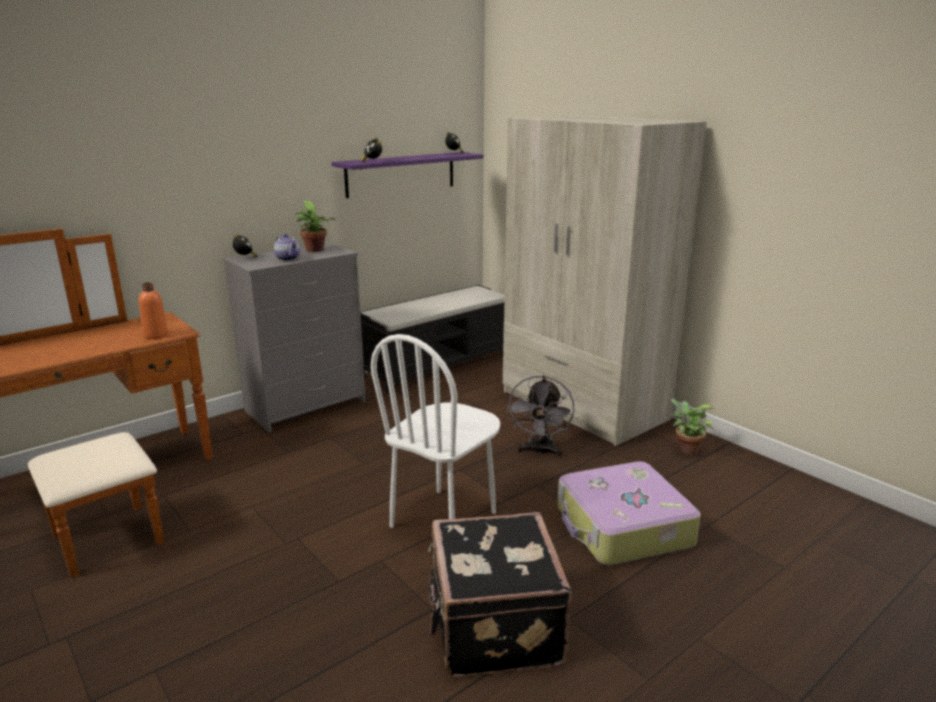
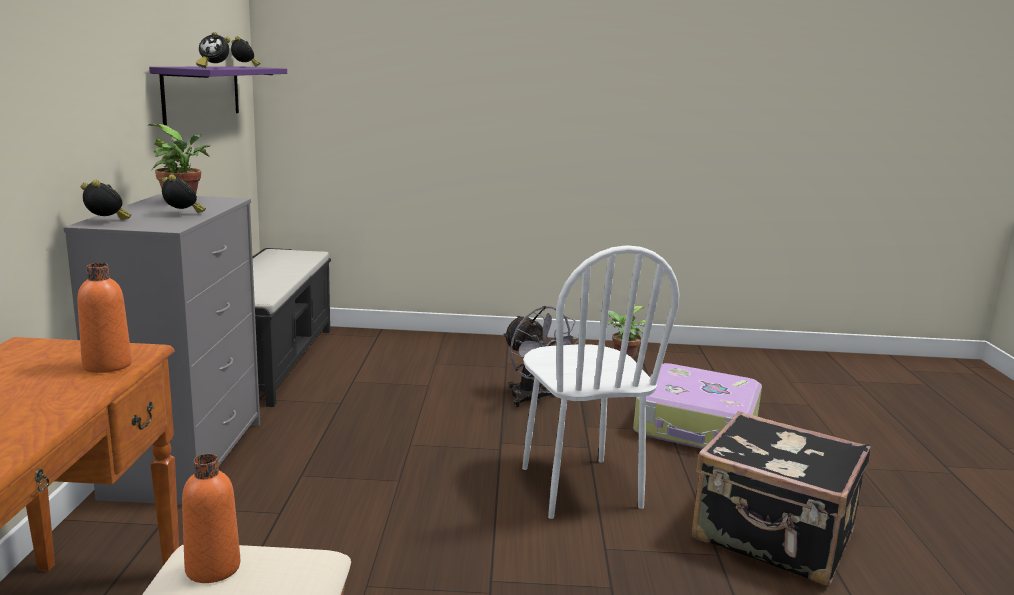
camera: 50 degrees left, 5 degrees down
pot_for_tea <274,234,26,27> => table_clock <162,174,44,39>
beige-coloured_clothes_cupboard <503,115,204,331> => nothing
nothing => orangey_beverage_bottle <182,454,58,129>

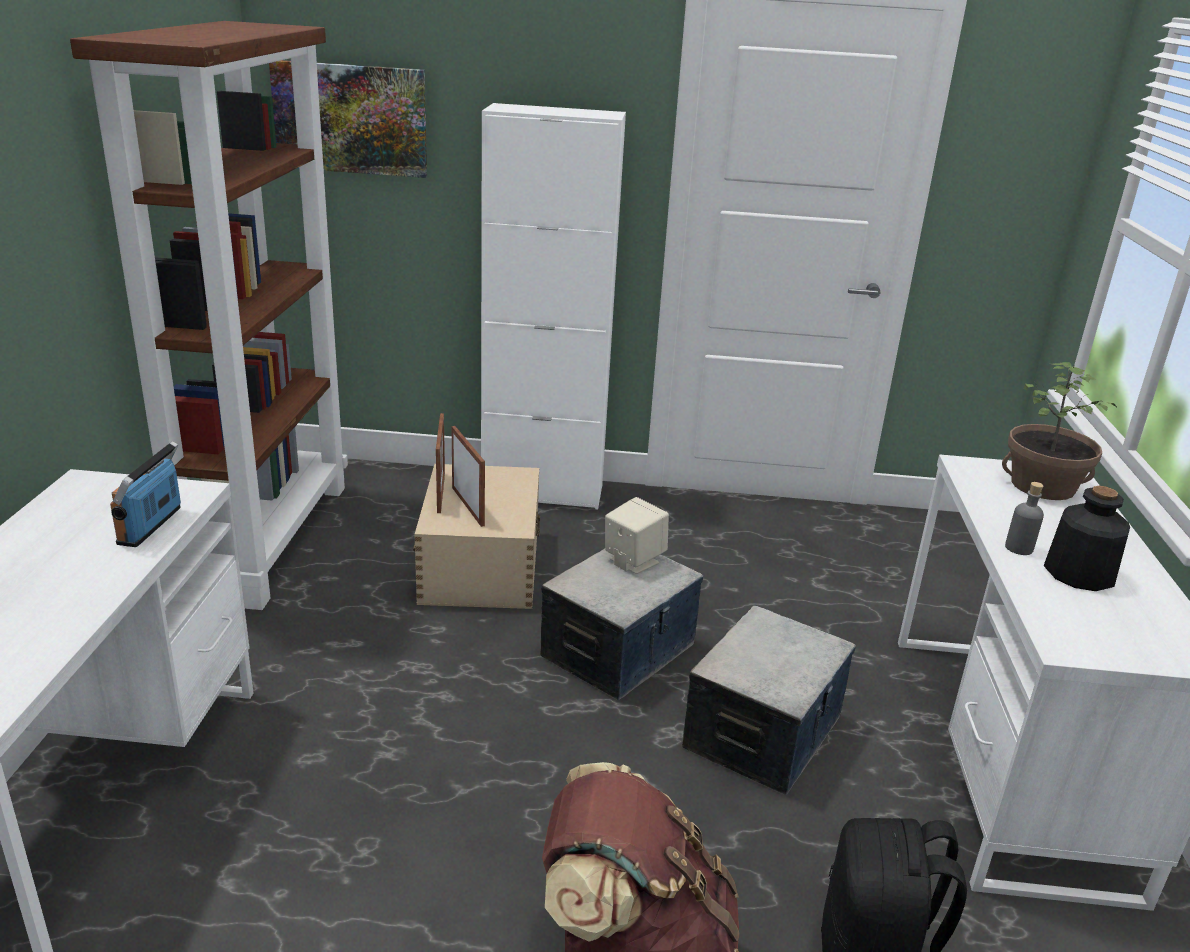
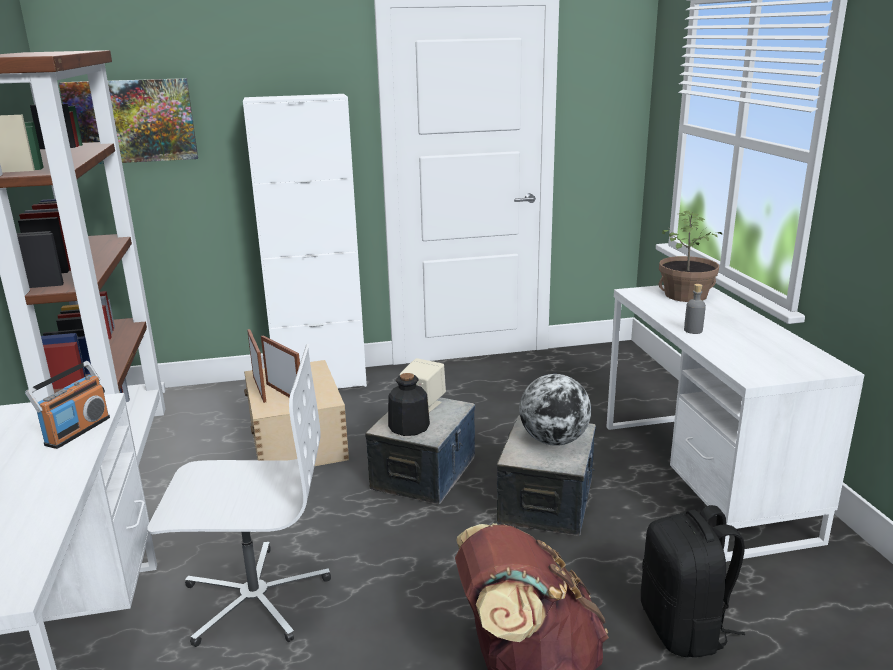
camera: 15 degrees left, 5 degrees down
radio <110,441,71,106> => radio <25,361,85,88>, 150 degrees counterclockwise
beverage_bottle <1044,486,86,105> => beverage_bottle <388,373,42,63>, move
nothing => white-coloured_office_chair <147,344,184,303>
nothing => world_globe <520,374,71,72>

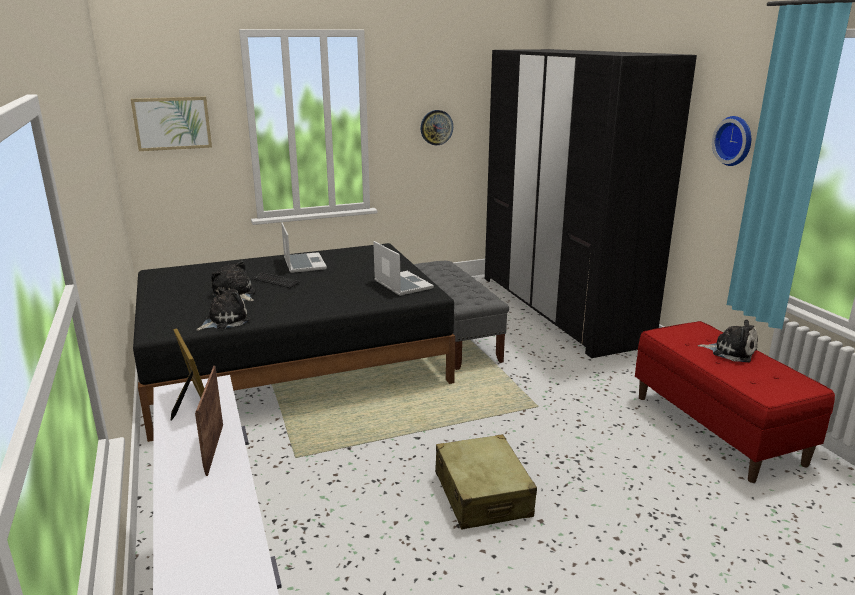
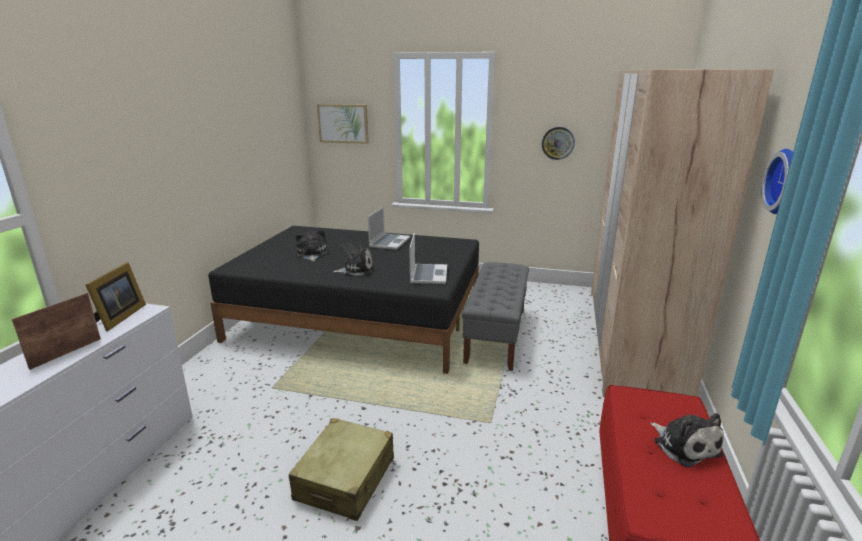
camera: 35 degrees right, 0 degrees up
plush_toy <196,287,54,44> => plush_toy <333,245,39,31>, move
black-coloured_clothes_cupboard <485,49,212,309> => beige-coloured_clothes_cupboard <591,69,183,328>

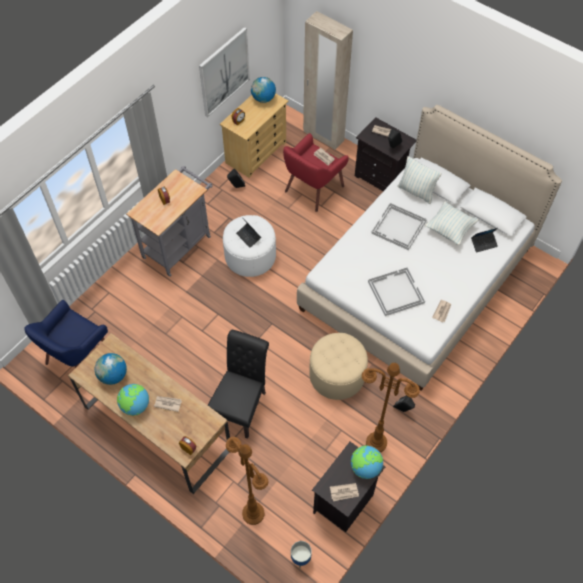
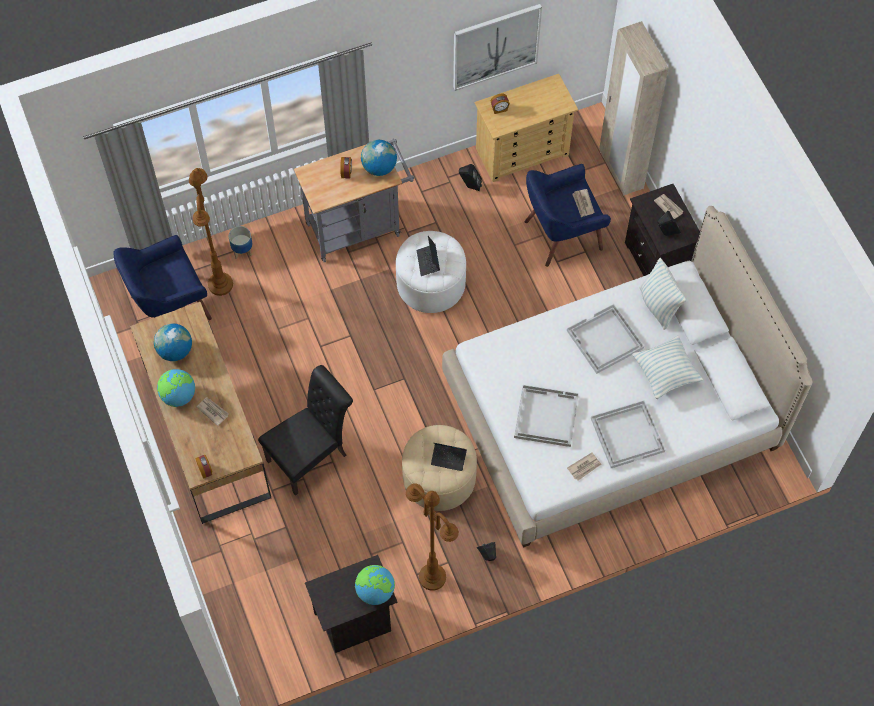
camera: 30 degrees right, 5 degrees up
brownish_floor_lamp <226,437,42,88> => brownish_floor_lamp <189,168,44,128>, move
world_globe <251,77,25,26> => world_globe <361,140,36,36>, move
red_armchair <283,133,66,79> => blue_armchair <525,164,86,103>
planter <291,541,21,28> => planter <229,226,23,33>, move
daily_paper <330,483,29,18> => nothing
notebook_computer <471,228,27,25> => notebook_computer <431,443,36,28>, move
nothing => white-coloured_carrying_tray <591,400,74,68>

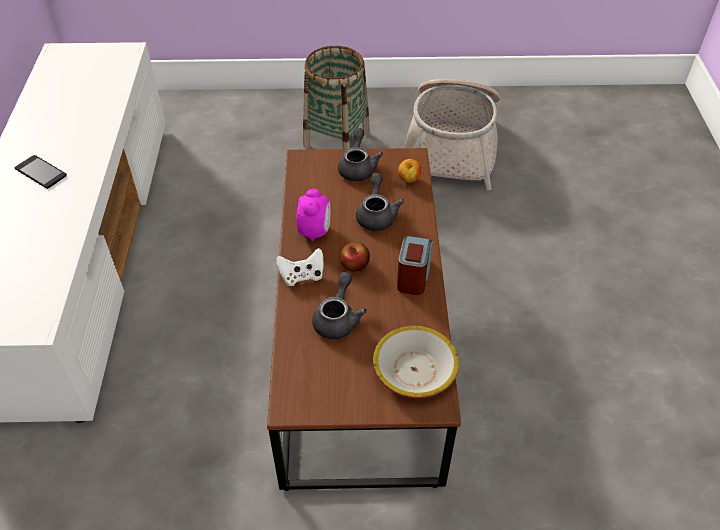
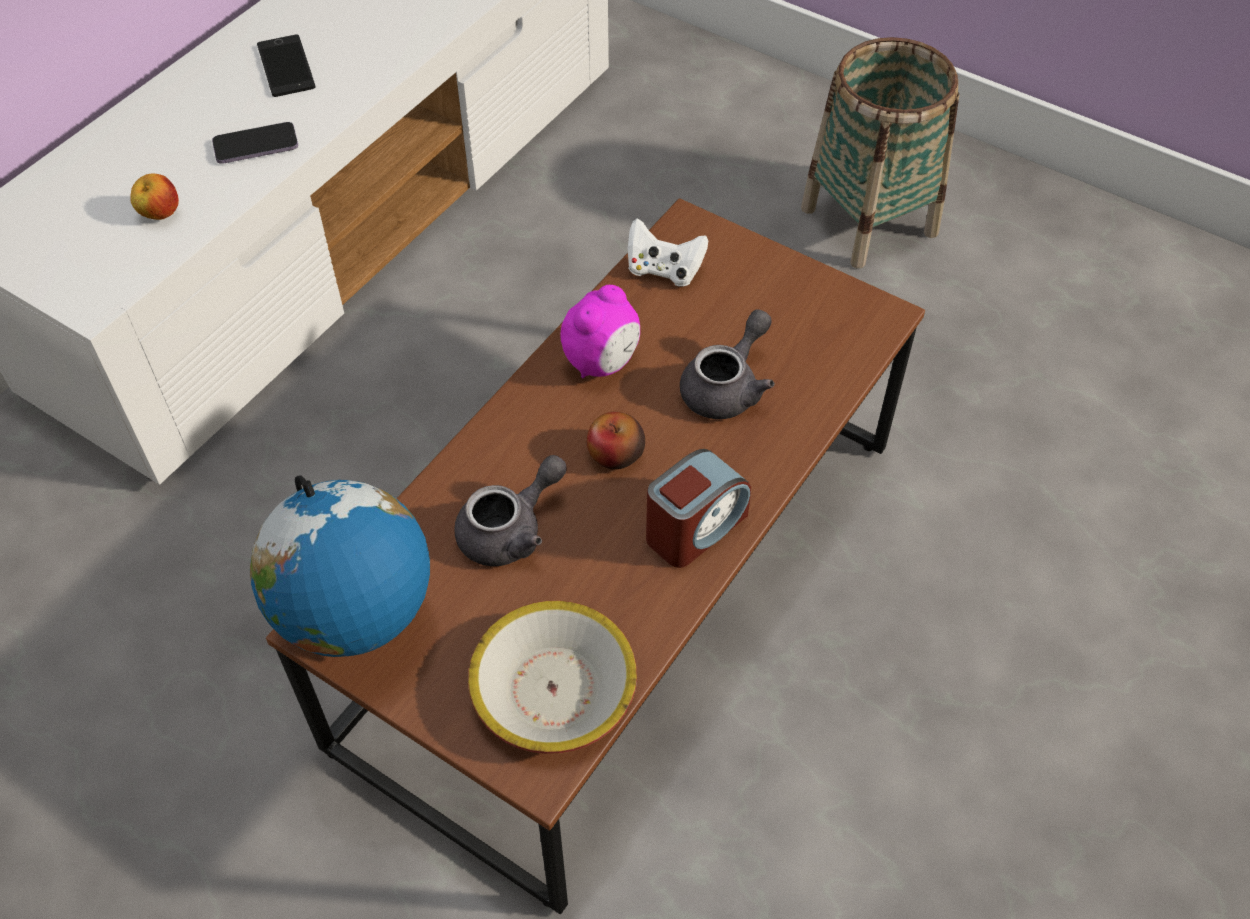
camera: 35 degrees right, 5 degrees up
white-coloured_gamepad <277,248,47,38> => white-coloured_gamepad <627,218,81,69>, move
greyish_pot_for_tea <338,128,45,53> => nothing
whole_apple <398,159,23,24> => whole_apple <130,173,49,47>, move
storage_basket <404,79,96,111> => nothing
nothing => telephone <212,122,86,42>
nothing => world_globe <250,475,180,182>

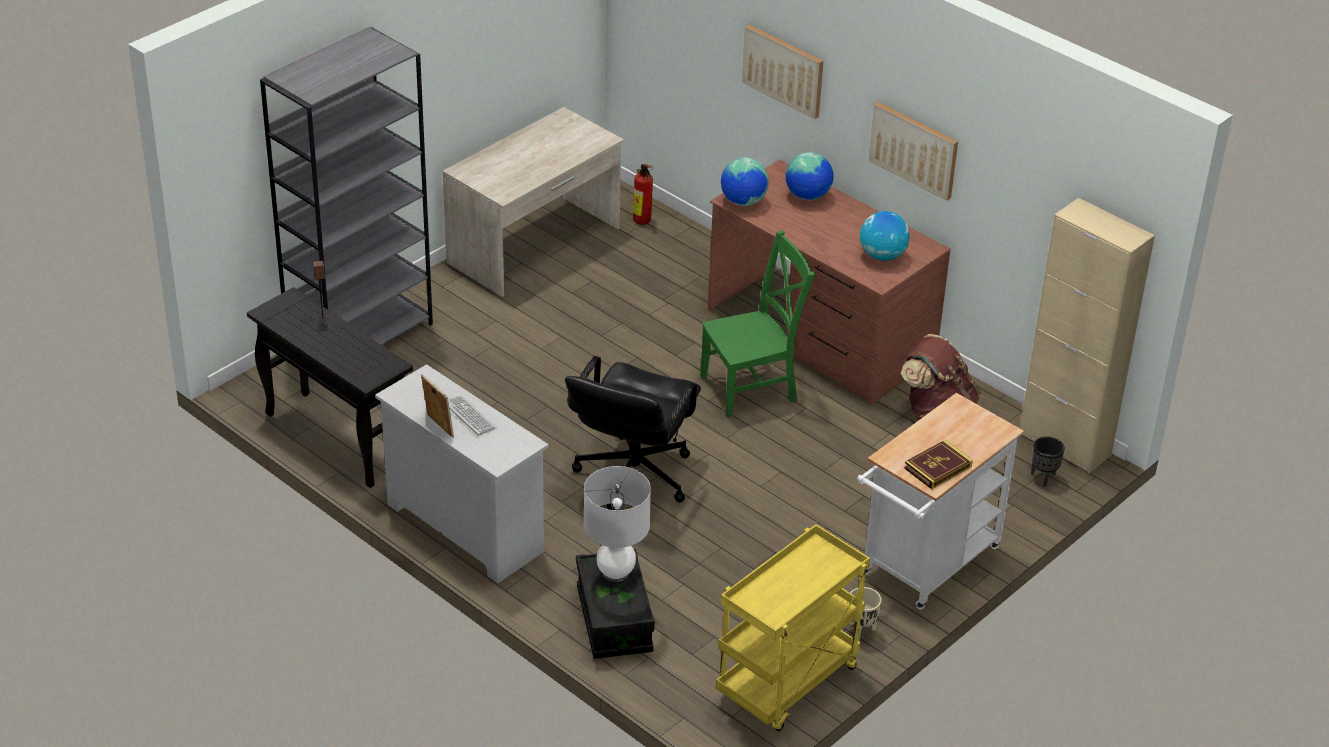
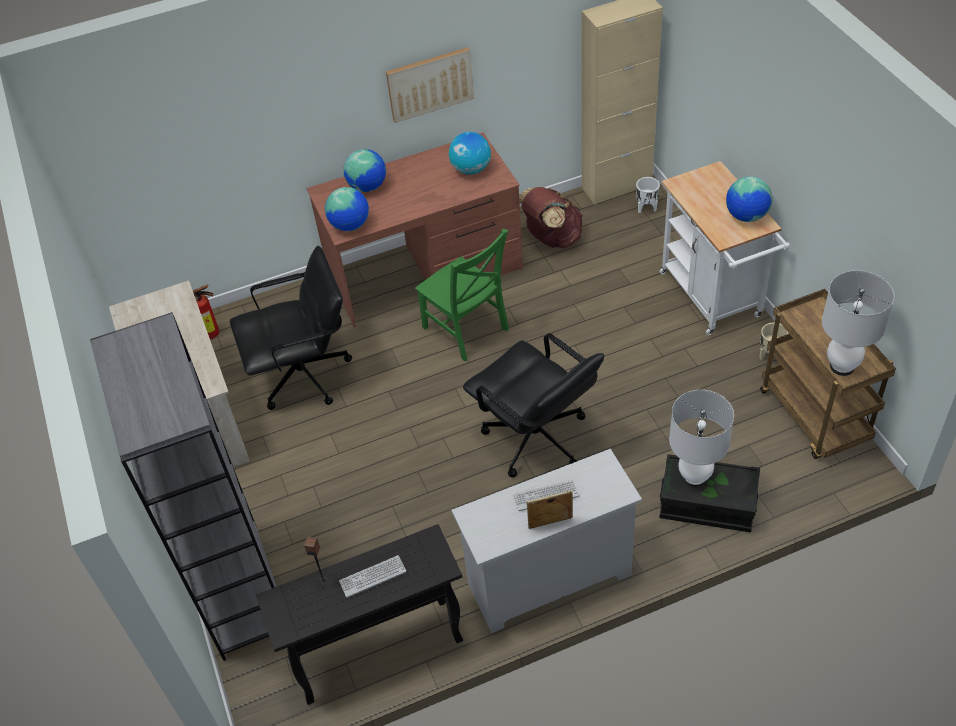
camera: 60 degrees left, 10 degrees up
greenish_chair <700,230,115,188> => greenish_chair <415,228,94,133>, 135 degrees clockwise
yellow_wheeled_cart <716,524,154,207> => brownish_wheeled_cart <760,289,136,170>
wall_picture <742,25,81,94> => nothing
volume <904,440,69,49> => world_globe <726,177,46,45>
black-coloured_planter <1031,436,34,51> => white-coloured_planter <636,177,24,36>
nothing => black-coloured_office_chair <230,246,122,164>
nothing => PC_keyboard <339,555,68,43>
nothing => white-coloured_lamp_for_a_table <822,270,72,106>

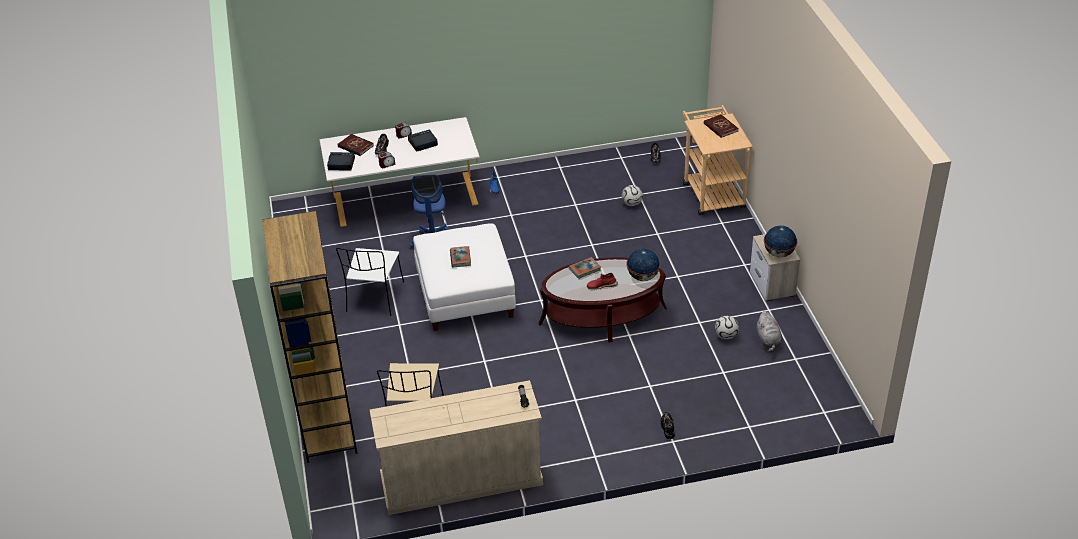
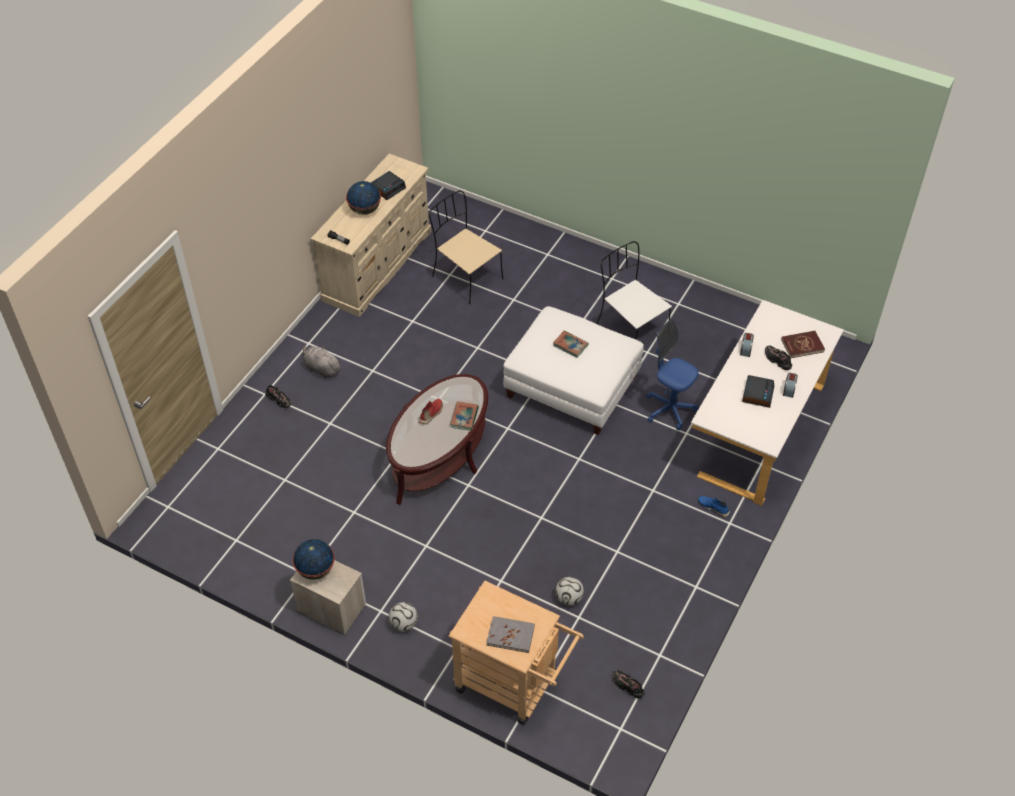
camera: 130 degrees right, 10 degrees up
brownish_bookshelf <262,211,96,252> => nothing
table_clock <327,152,28,18> => table_clock <371,171,35,29>, move
world_globe <626,249,34,32> => world_globe <346,181,35,34>, move
red_volume <704,114,35,24> => greyish_volume <487,616,48,37>
football_ball <715,316,24,24> => football_ball <389,602,29,29>, move
greyish_plush_toy <757,311,25,41> => greyish_plush_toy <303,346,39,33>, move

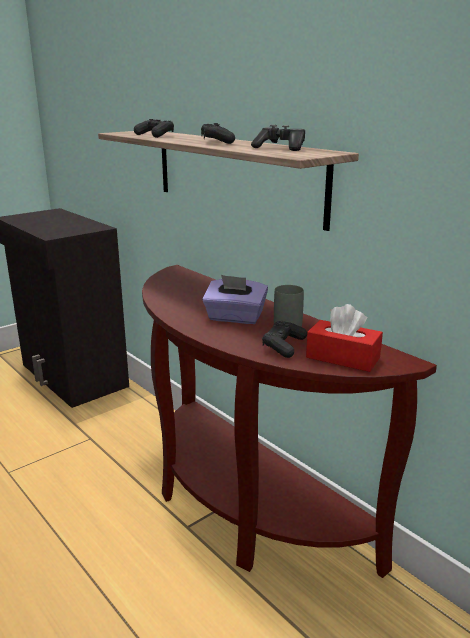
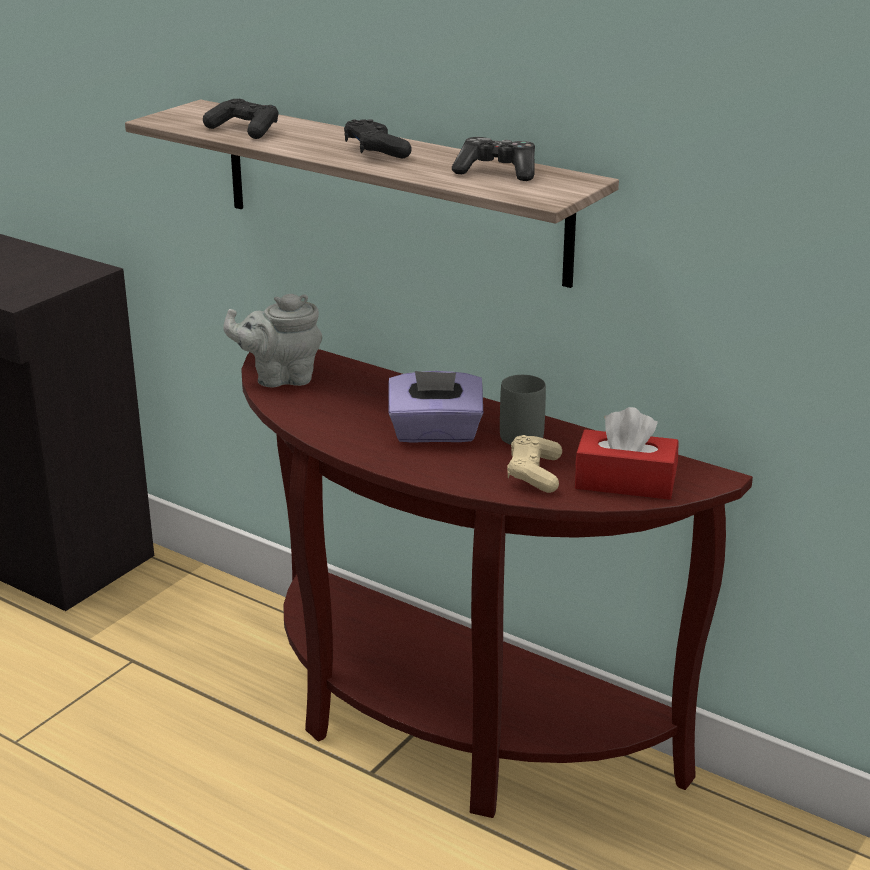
camera: 15 degrees left, 5 degrees up
black-coloured_gamepad <262,321,45,37> => beige-coloured_gamepad <507,435,55,58>
nothing => greyish_pot_for_tea <223,294,99,94>

